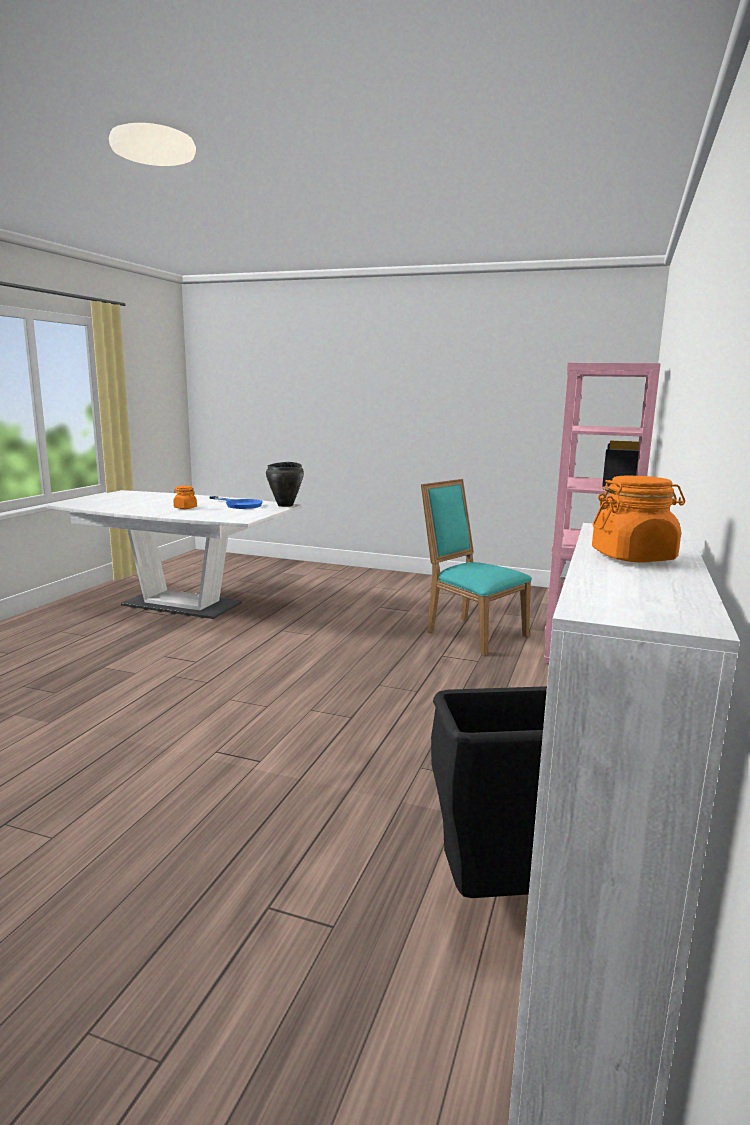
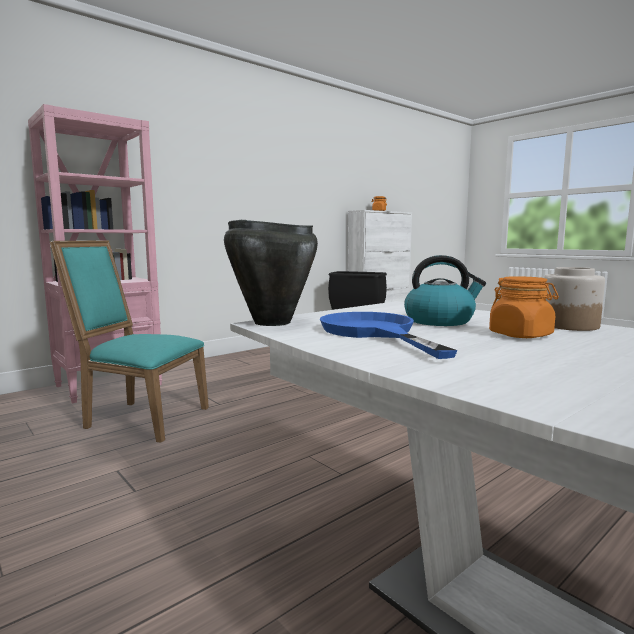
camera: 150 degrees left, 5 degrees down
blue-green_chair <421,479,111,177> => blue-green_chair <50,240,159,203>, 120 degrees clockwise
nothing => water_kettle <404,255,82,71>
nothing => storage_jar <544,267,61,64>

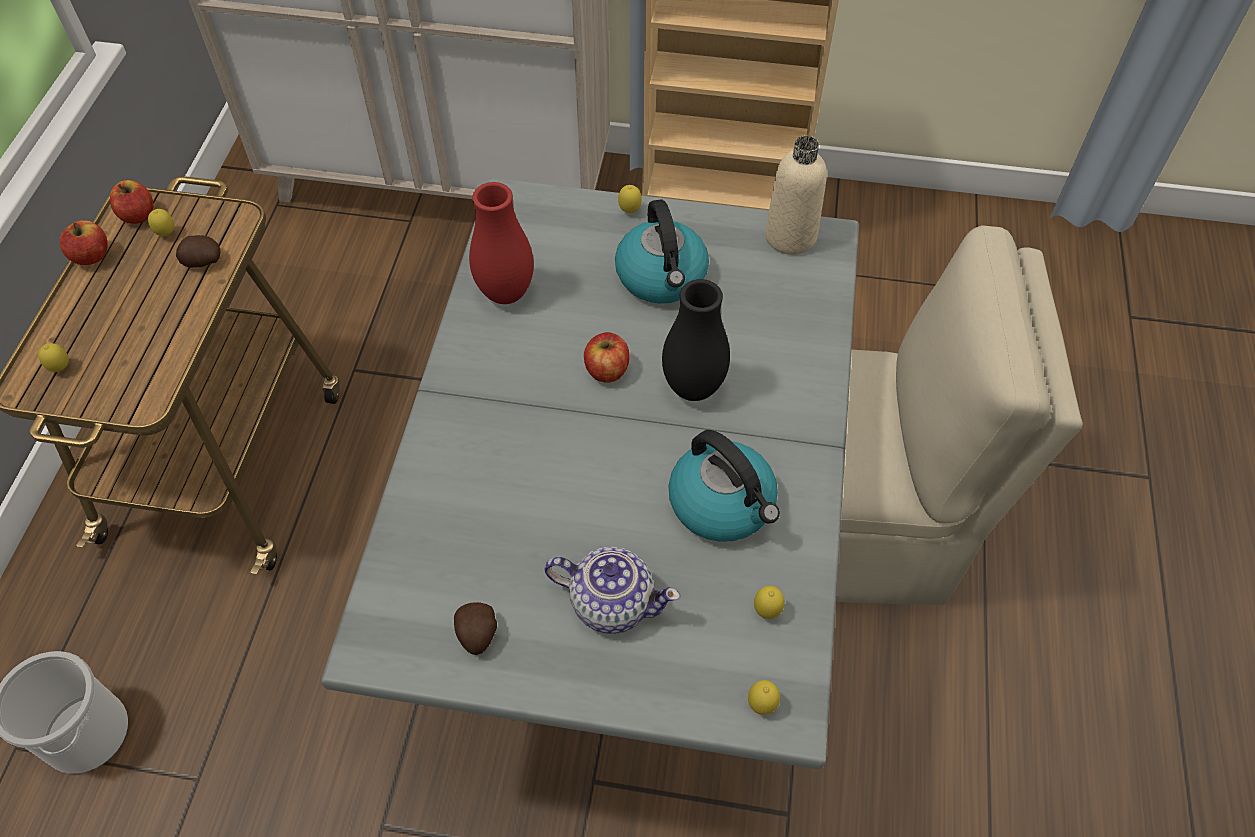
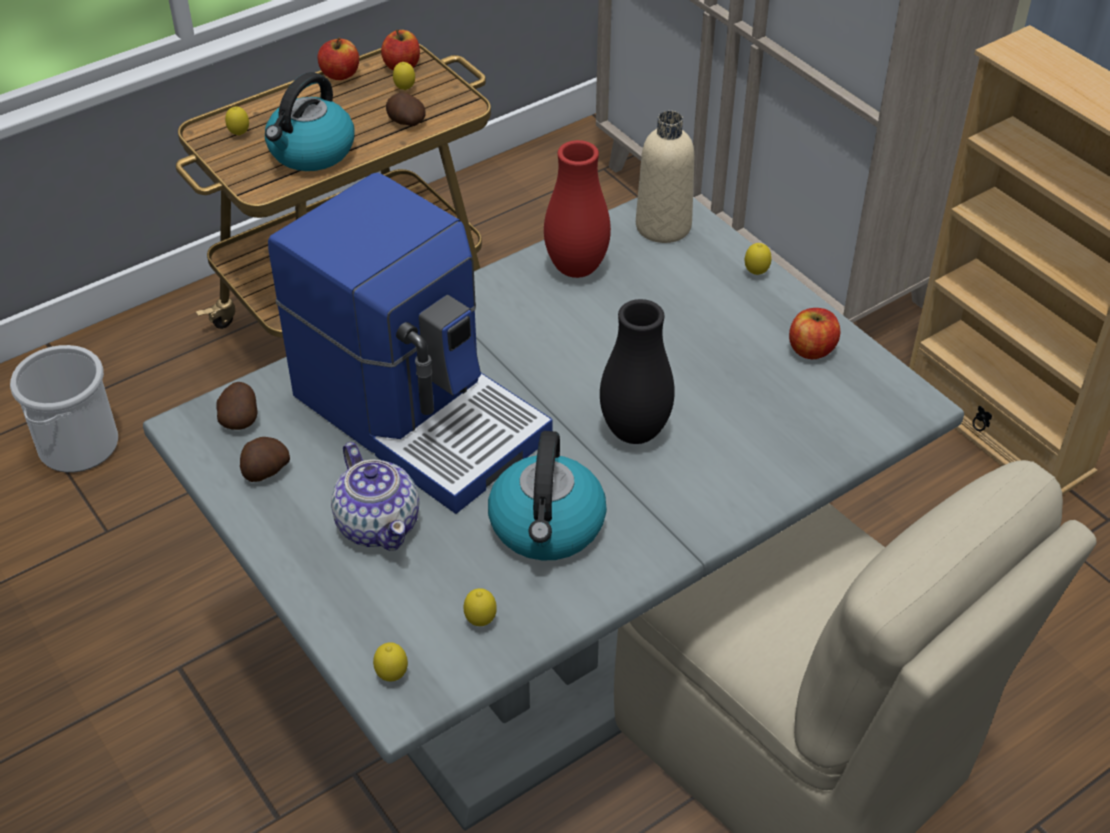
camera: 45 degrees right, 10 degrees down
whole_apple <584,332,46,51> => whole_apple <789,308,51,51>, move
water_kettle <615,199,94,105> => water_kettle <265,72,89,99>, move
beige-coloured_beverage_bottle <765,136,62,119> => beige-coloured_beverage_bottle <636,111,58,132>, move
nothing => whole_potato <216,382,42,48>
nothing => coffee_machine <268,173,285,341>

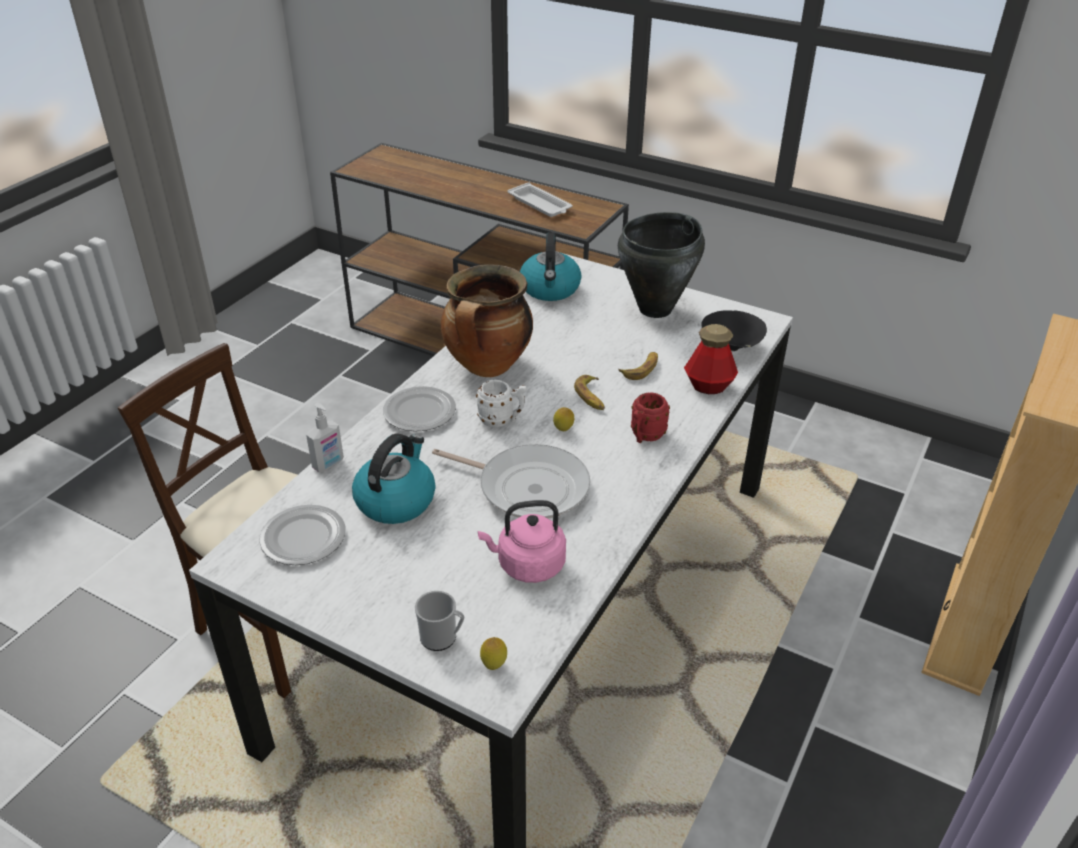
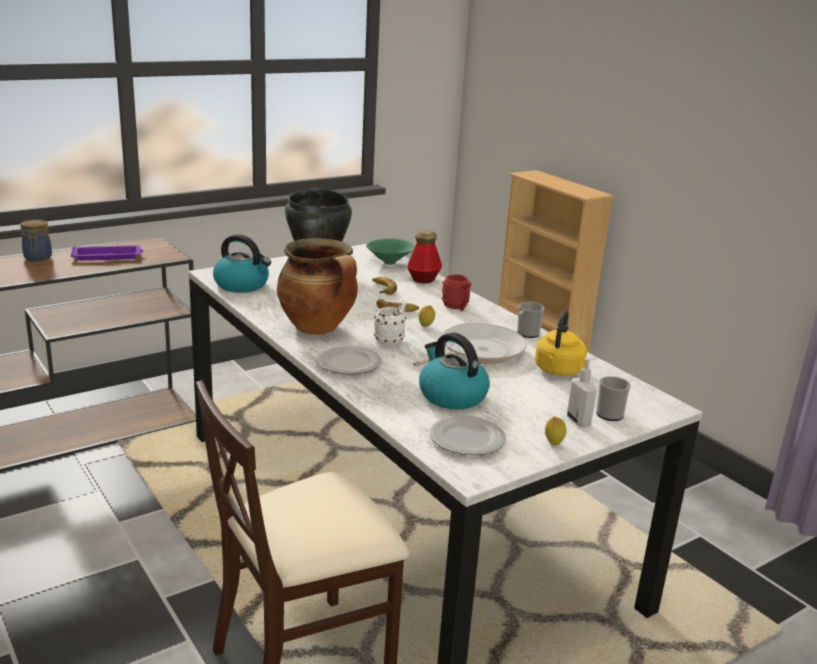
camera: 65 degrees left, 15 degrees down
soap_dispenser <306,403,38,69> => soap_dispenser <567,357,30,70>, move
pinkish_water_kettle <478,500,88,83> => yellow_water_kettle <535,310,52,66>
lemon <480,637,27,33> => lemon <545,417,21,29>, move
white-coloured_carrying_tray <508,182,65,35> => purplish_carrying_tray <71,245,73,16>
black-coloured_deep_dish <701,310,66,41> => greenish_deep_dish <366,239,49,26>
nothing => storage_jar <20,220,32,41>
nothing => tea_mug <517,302,27,36>

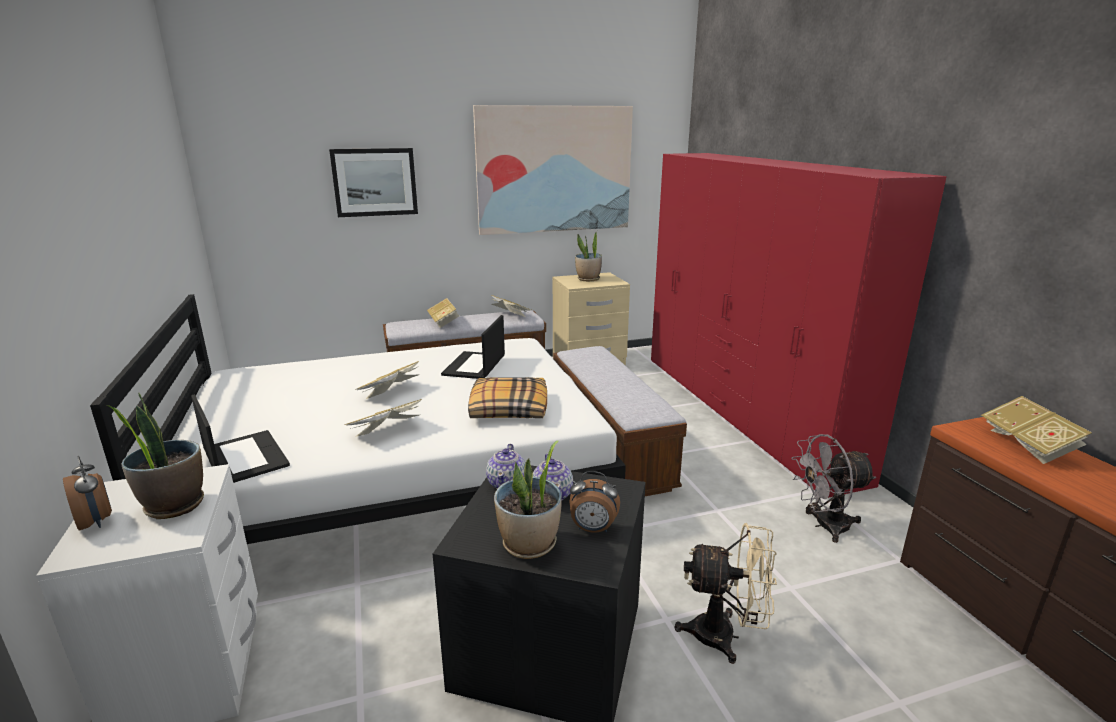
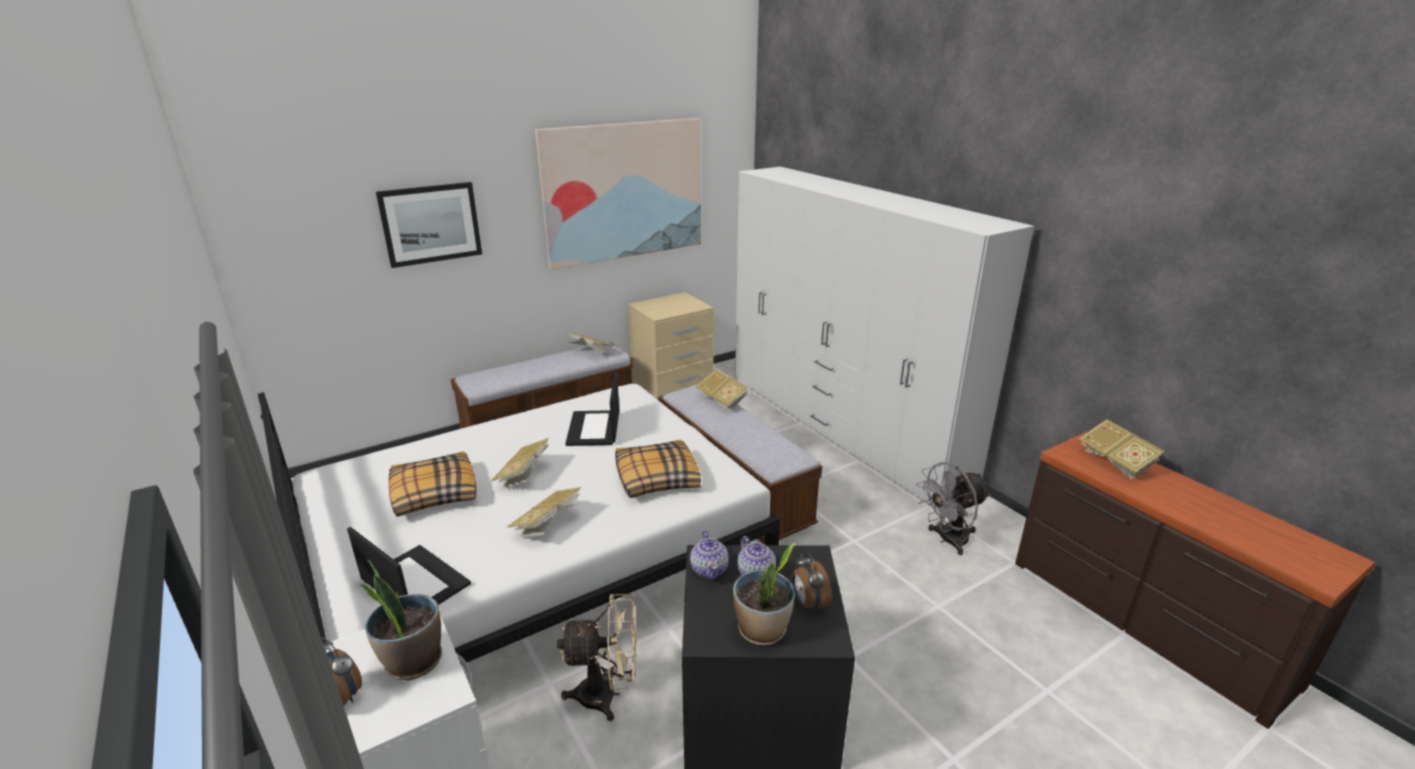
camera: 15 degrees left, 5 degrees up
volume <427,298,32,30> => volume <696,369,52,42>, move
table_clock <569,471,51,61> => table_clock <792,553,40,60>, 75 degrees clockwise
houseplant <575,231,27,50> => nothing
red_clothes_cupboard <651,153,296,345> => white-coloured_clothes_cupboard <735,167,299,345>
beige-coloured_electric_fan <675,523,102,141> => beige-coloured_electric_fan <557,594,80,127>, move
nothing => cushion <389,451,88,66>

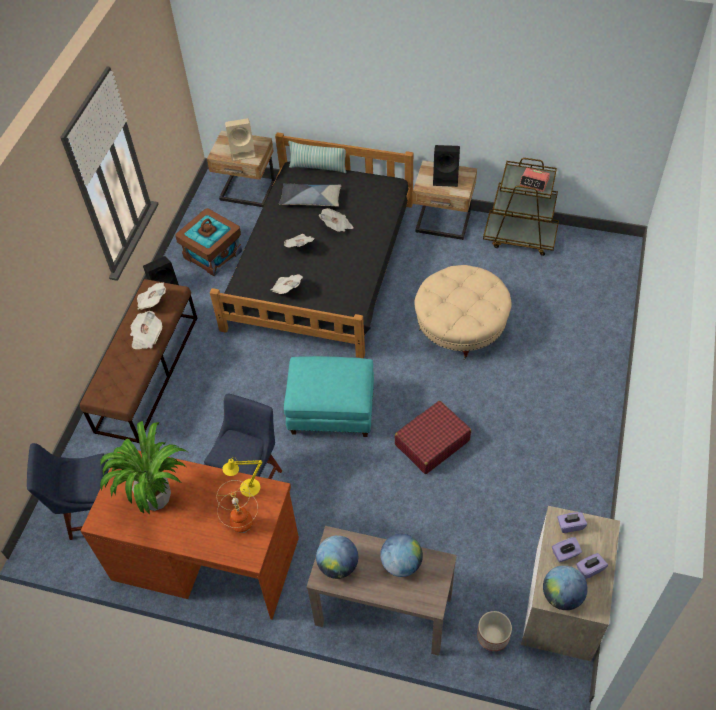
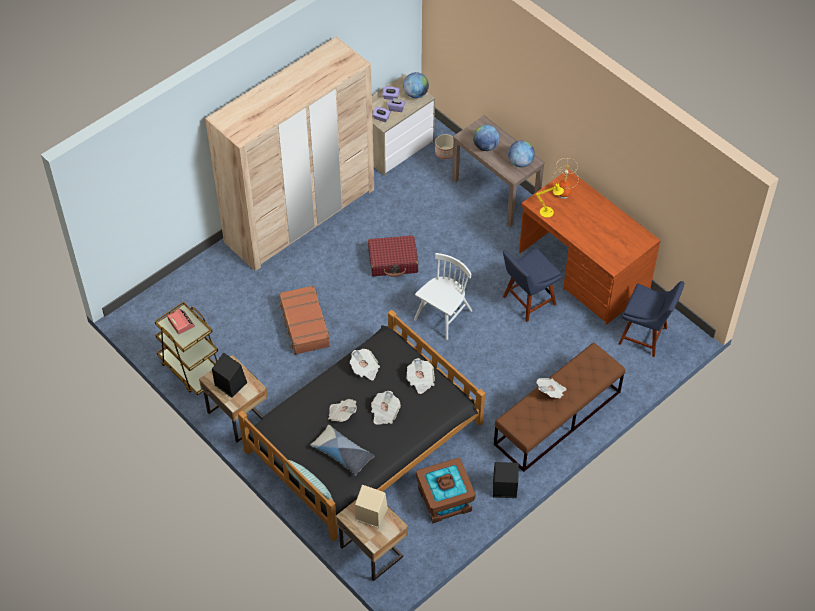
camera: 150 degrees left, 0 degrees up
houseplant <100,421,86,93> => nothing
daily_paper <137,283,29,27> => daily_paper <350,349,30,32>, move
blue-green_footrest <284,356,90,81> => white-coloured_chair <414,253,58,87>
beige-coloured_footrest <414,265,98,95> => brownish_piece_of_luggage <279,285,51,70>
nothing => beige-coloured_clothes_cupboard <205,37,169,234>

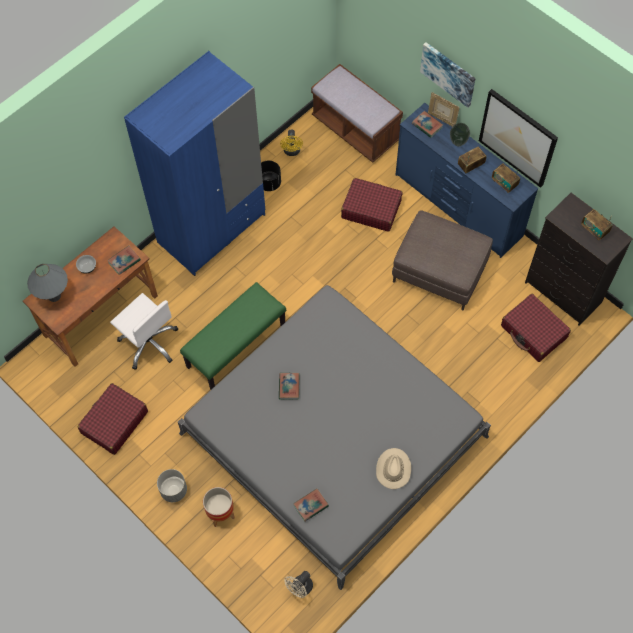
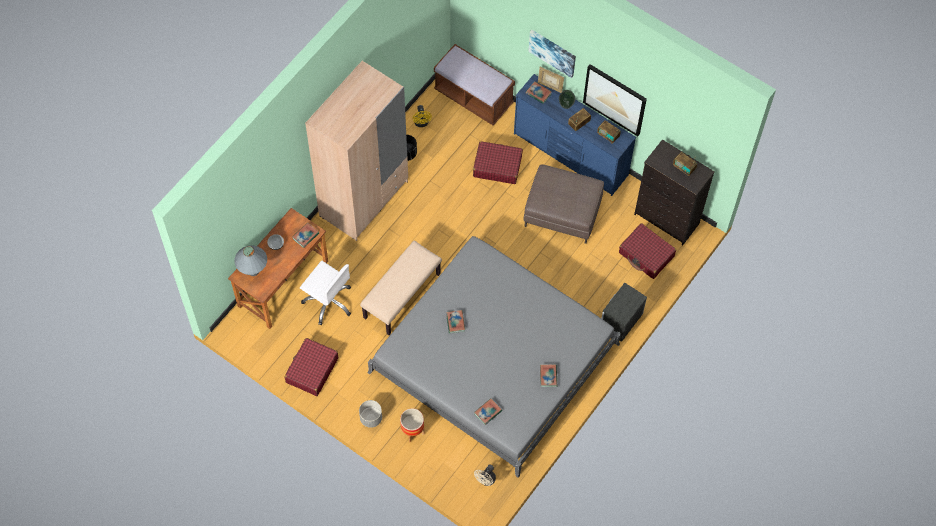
camera: 10 degrees left, 0 degrees up
blue_clothes_cupboard <124,51,141,225> => beige-coloured_clothes_cupboard <305,60,103,181>
greenish_indoor_bench <180,282,106,108> => beige-coloured_indoor_bench <360,240,82,95>
beige-coloured_clothing_hat <376,448,35,41> => volume <540,365,17,22>
nothing => nightstand <601,283,46,59>

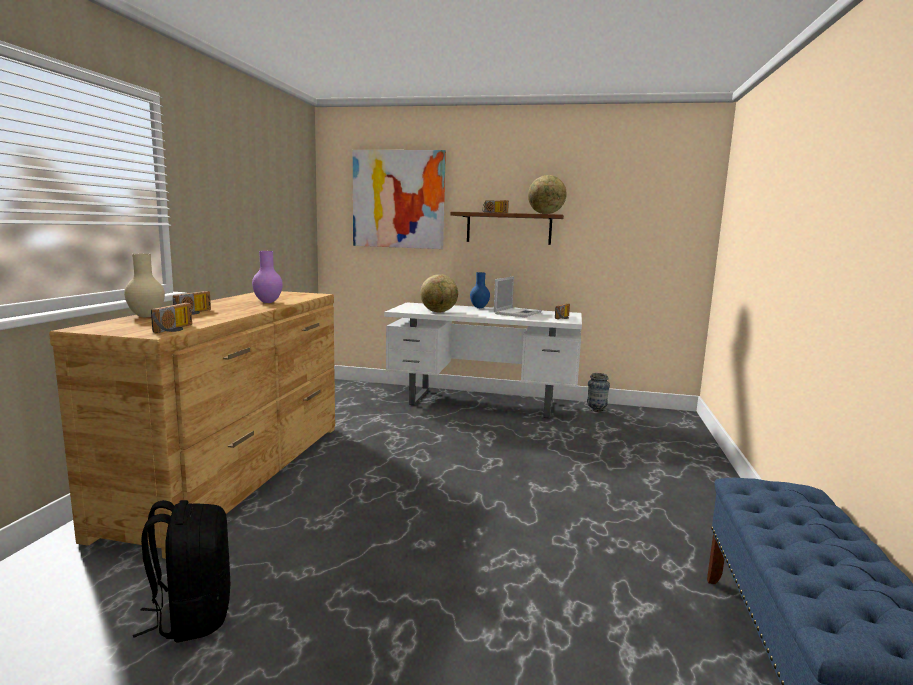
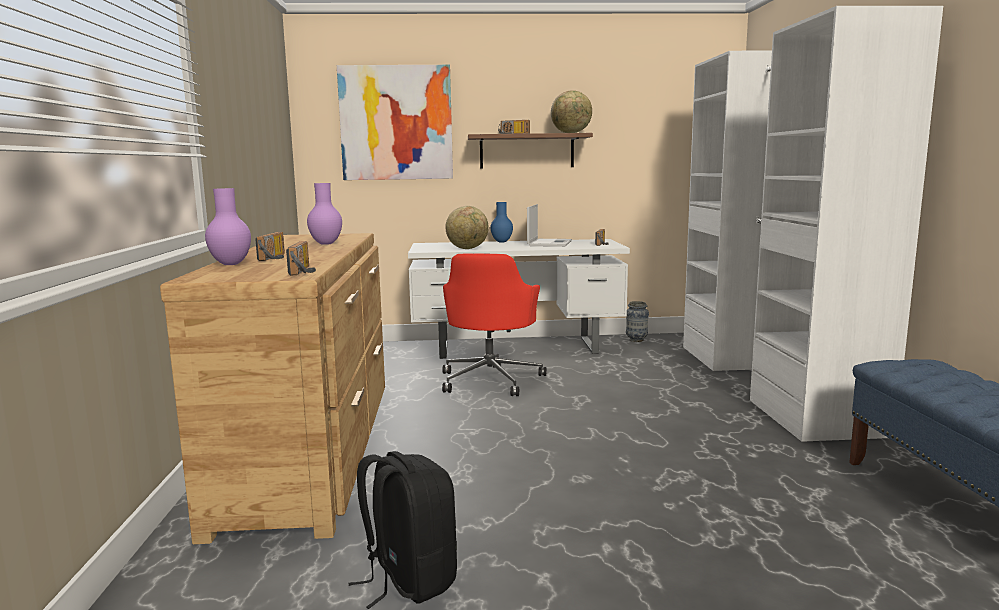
camera: 15 degrees left, 0 degrees up
beige-coloured_vase <124,254,41,63> => purplish_vase <205,188,46,77>
nothing => red_office_chair <442,253,105,143>
nothing => white-coloured_clothes_cupboard <683,6,260,436>

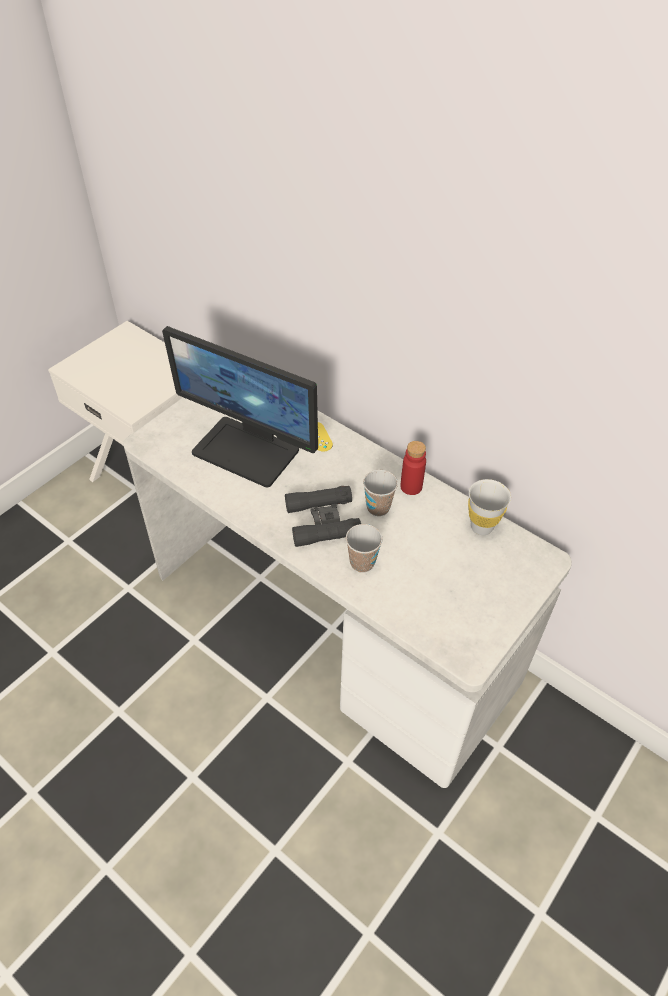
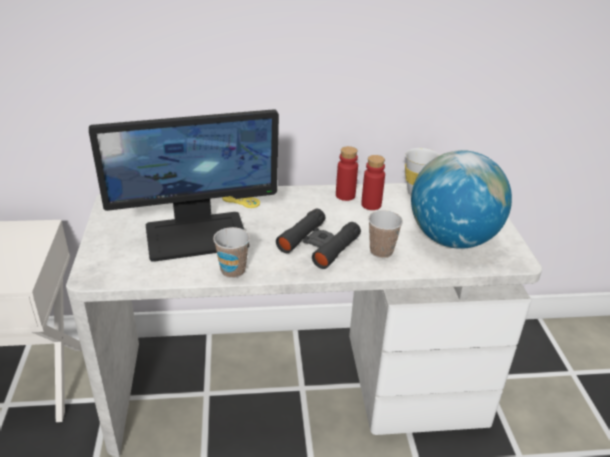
camera: 45 degrees left, 15 degrees down
cup <363,470,35,46> => cup <213,227,37,51>, move
nothing => red_beverage_bottle <361,155,24,55>
nothing => world_globe <411,150,101,99>

